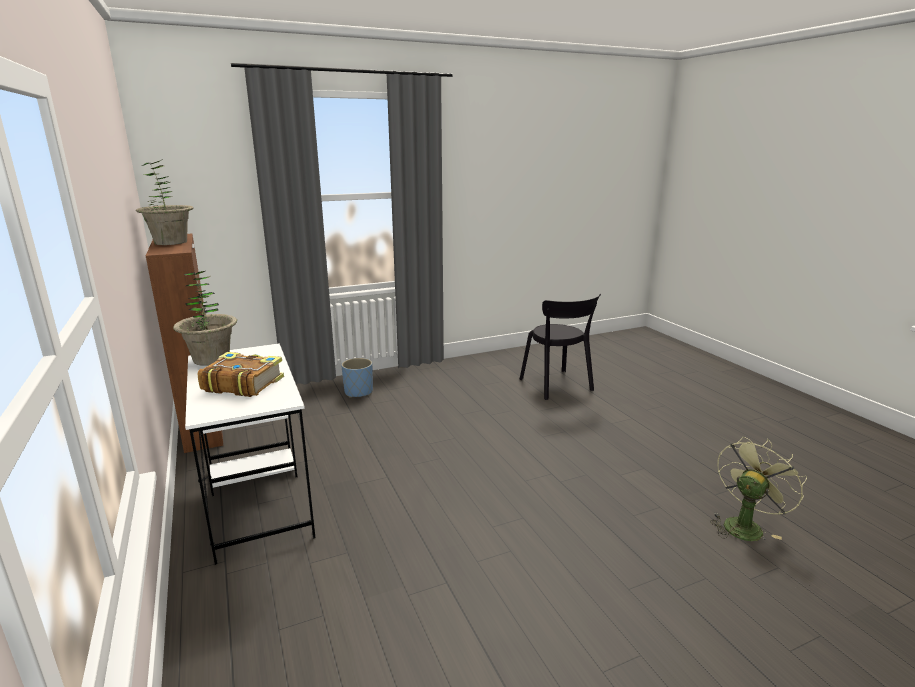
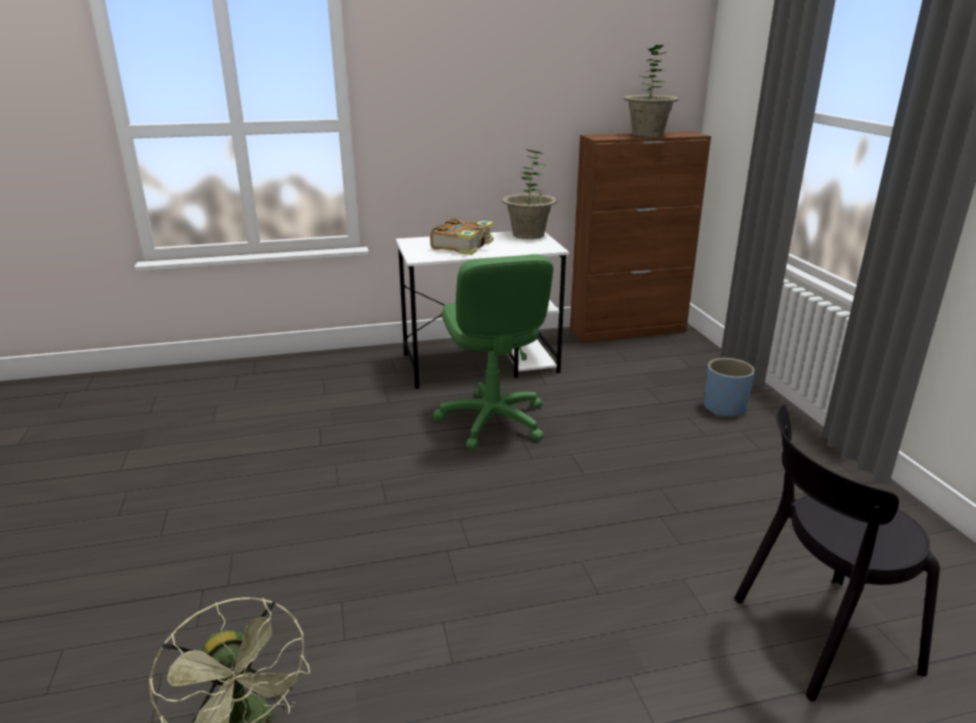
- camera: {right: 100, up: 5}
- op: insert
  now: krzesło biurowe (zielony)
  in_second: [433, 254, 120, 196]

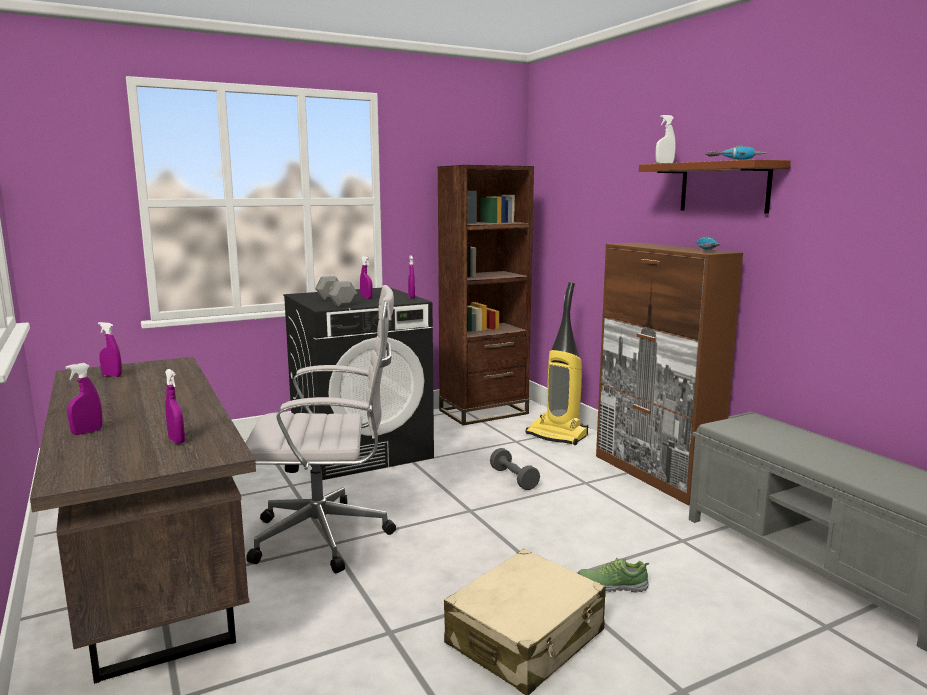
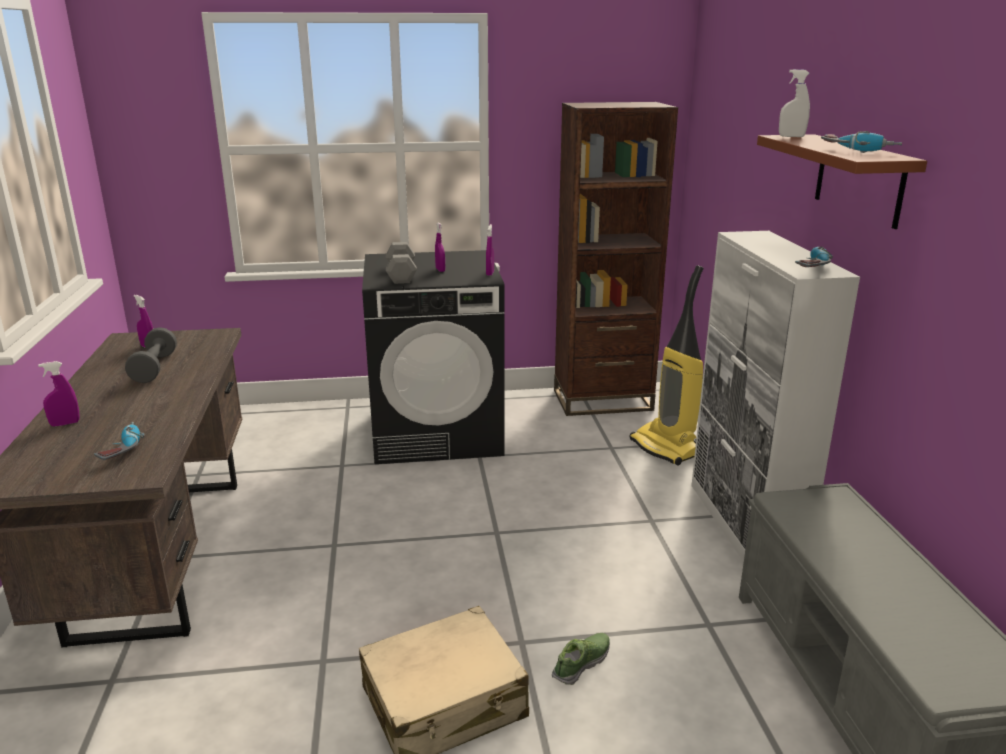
- camera: {right: 20, up: 10}
- op: replace
  was: spryskiwacz (fioletowy)
  now: wiertarka
  in_first: [165, 369, 20, 75]
  in_second: [94, 422, 50, 38]
- op: delete
  was: krzesło biurowe (biały)
  in_first: [246, 285, 150, 288]
- op: move
  was: hantel (szary)
  in_first: [490, 448, 50, 42]
  in_second: [125, 327, 52, 56]
- op: rotate
  was: but
  in_first: [578, 558, 71, 34]
  in_second: [552, 633, 58, 52]
  clockwise: 105
- op: recolor
  was: szafka (brązowy)
  now: szafka (biały)
  in_first: [596, 243, 147, 263]
  in_second: [691, 231, 169, 331]

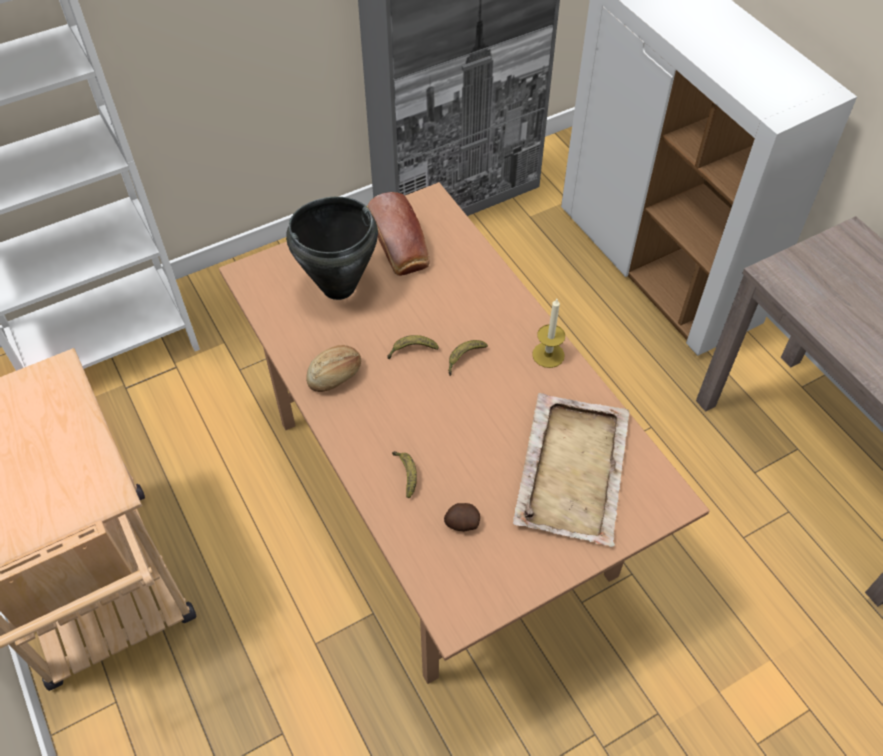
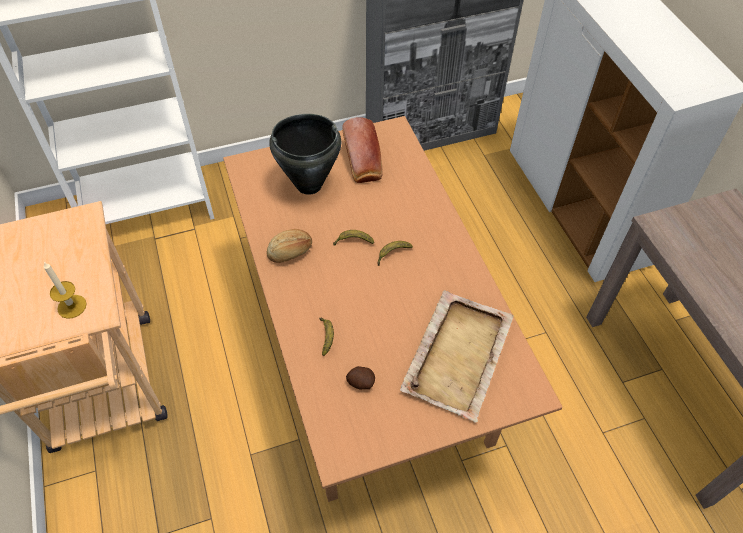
- camera: {right: 10, up: 0}
- op: move
  was: świeca
  in_first: [532, 299, 33, 69]
  in_second: [44, 262, 43, 57]

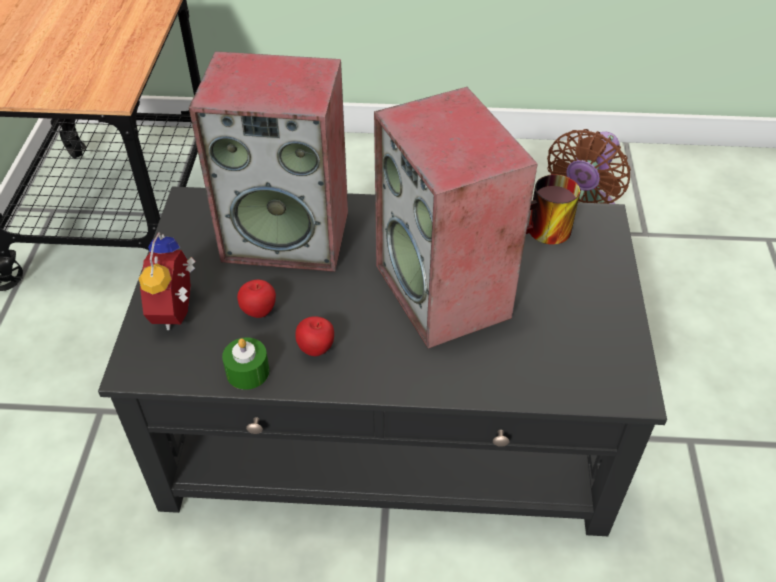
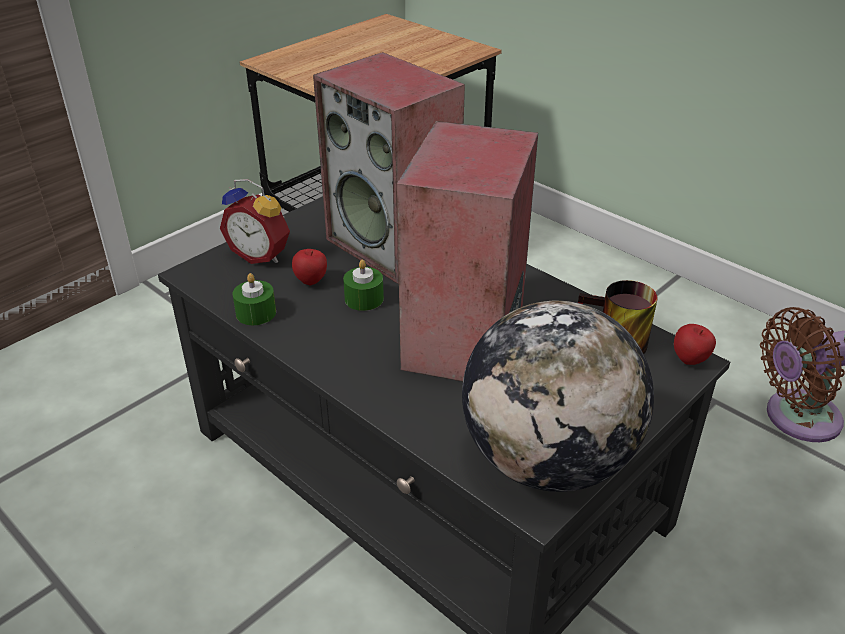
- camera: {right: 40, up: -10}
- op: rotate
  was: budzik
  in_first: [138, 232, 58, 98]
  in_second: [220, 179, 70, 85]
  clockwise: -105
- op: move
  was: jabłko
  in_first: [295, 316, 39, 41]
  in_second: [674, 324, 42, 41]
- op: insert
  now: świeca (zielony)
  in_second: [343, 260, 41, 51]
- op: insert
  now: globus
  in_second: [462, 301, 192, 191]

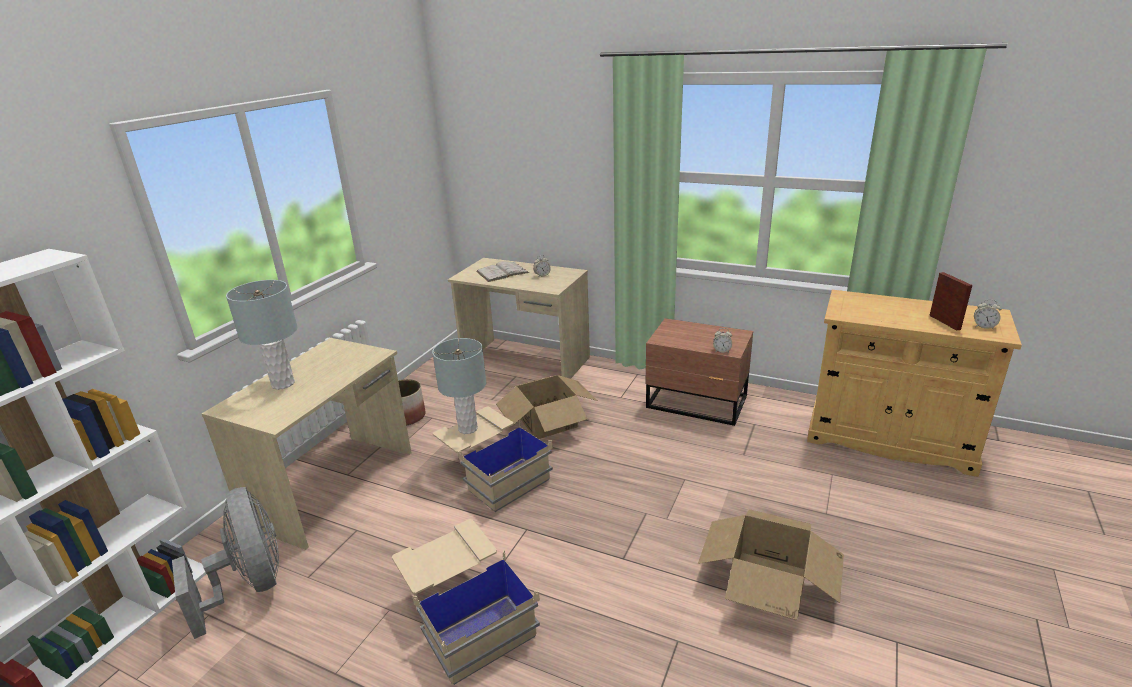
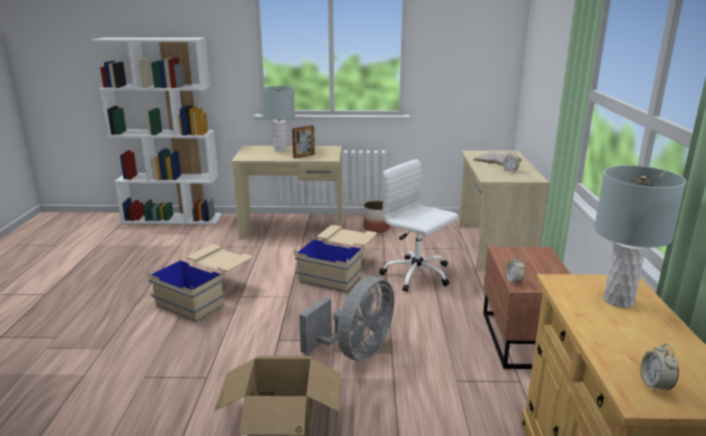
- camera: {right: 65, up: -5}
- op: move
  was: wentylator (szary)
  in_first: [172, 487, 107, 152]
  in_second: [299, 276, 95, 85]
- op: move
  was: lampa stołowa (szary)
  in_first: [432, 338, 54, 96]
  in_second: [594, 165, 92, 143]
- op: replace
  was: karton
  now: krzesło biurowe (biały)
  in_first: [496, 375, 102, 64]
  in_second: [379, 159, 80, 133]
- op: move
  was: ramka na zdjęcie
  in_first: [929, 272, 43, 59]
  in_second: [292, 125, 23, 33]

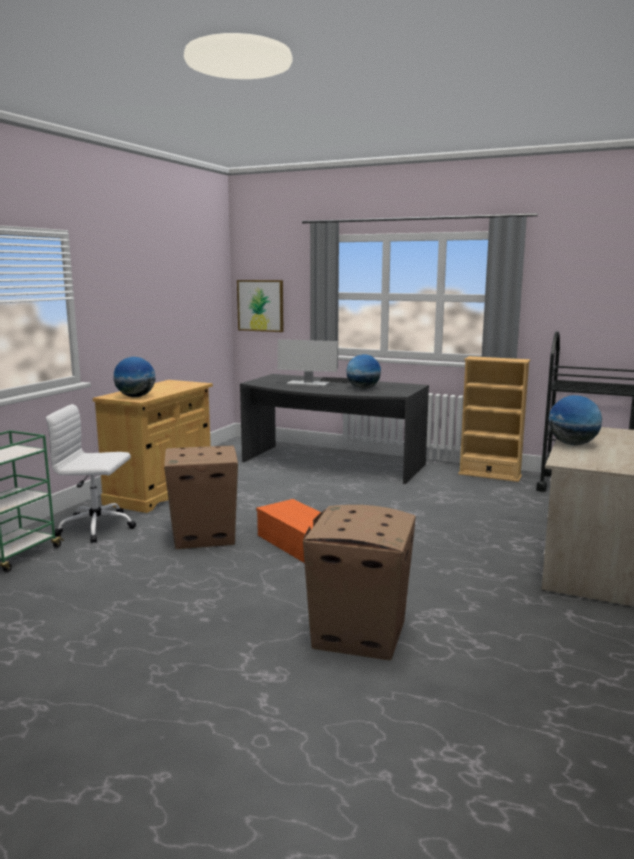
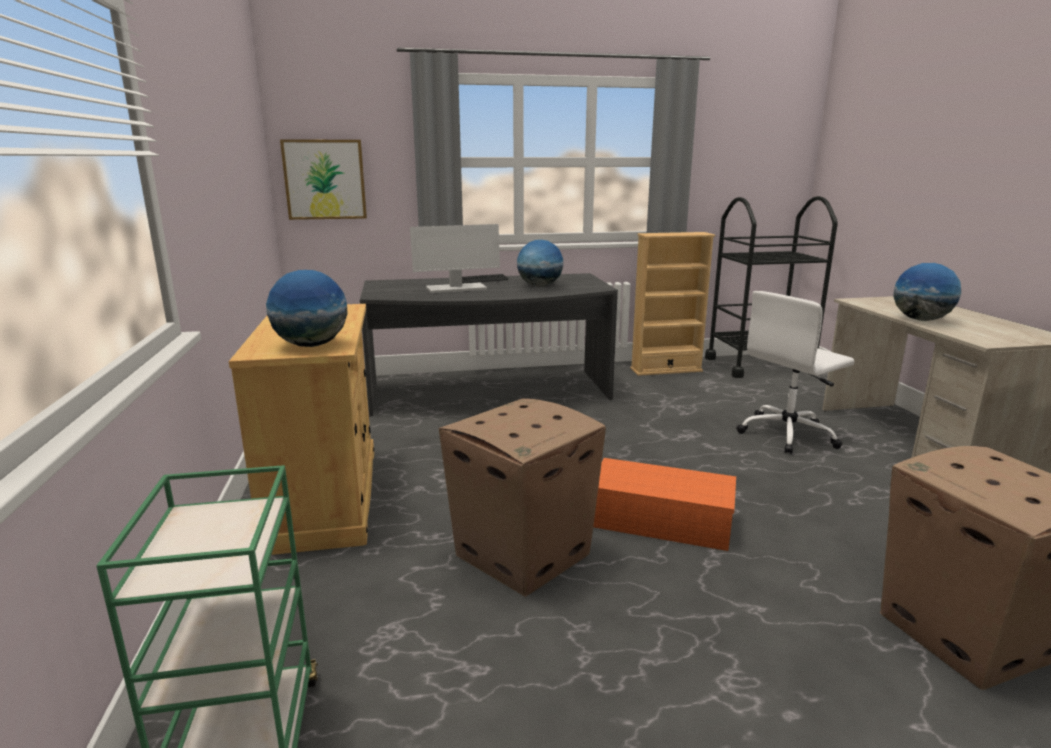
- camera: {right: -35, up: 5}
- op: move
  was: krzesło biurowe (biały)
  in_first: [46, 404, 90, 139]
  in_second: [736, 291, 119, 163]

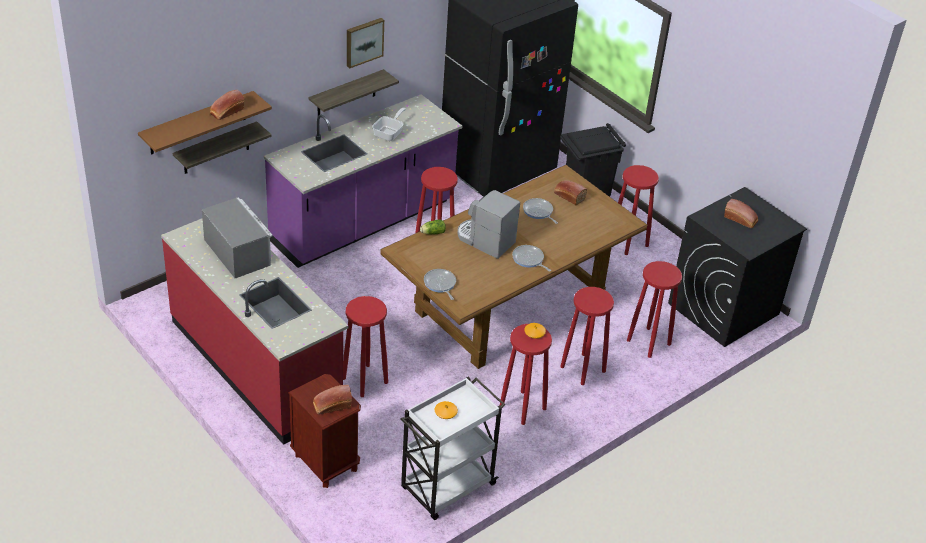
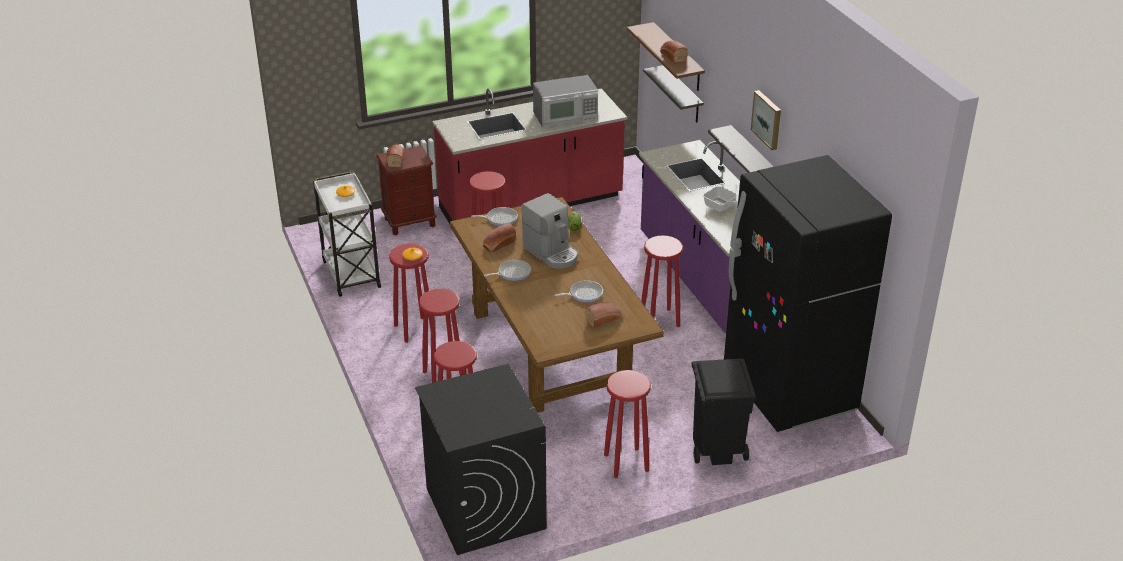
- camera: {right: 110, up: -5}
- op: rotate
  was: ekspres do kawy
  in_first: [458, 190, 62, 69]
  in_second: [522, 193, 56, 76]
  clockwise: 90
- op: move
  was: chleb
  in_first: [724, 199, 34, 29]
  in_second: [483, 223, 33, 29]

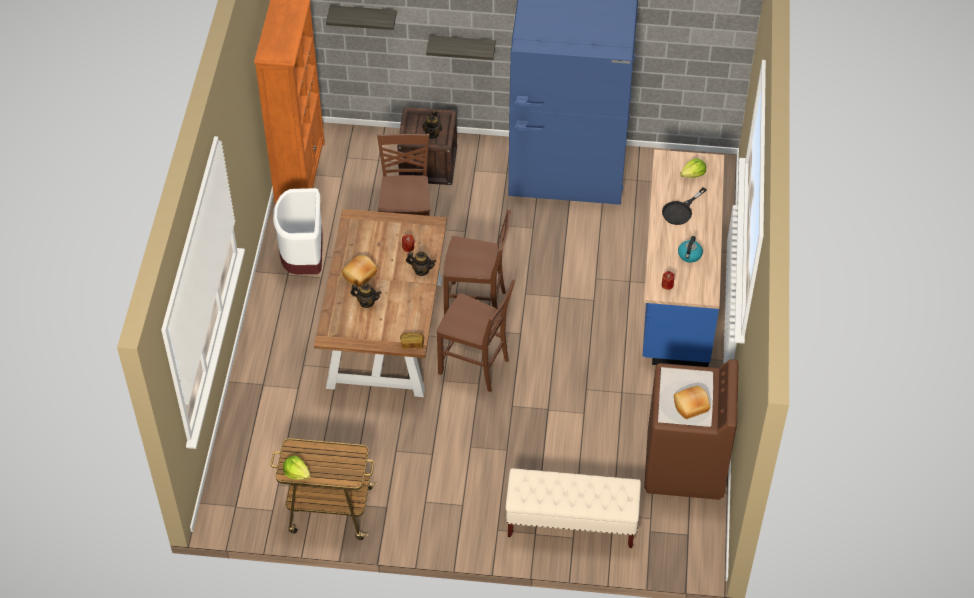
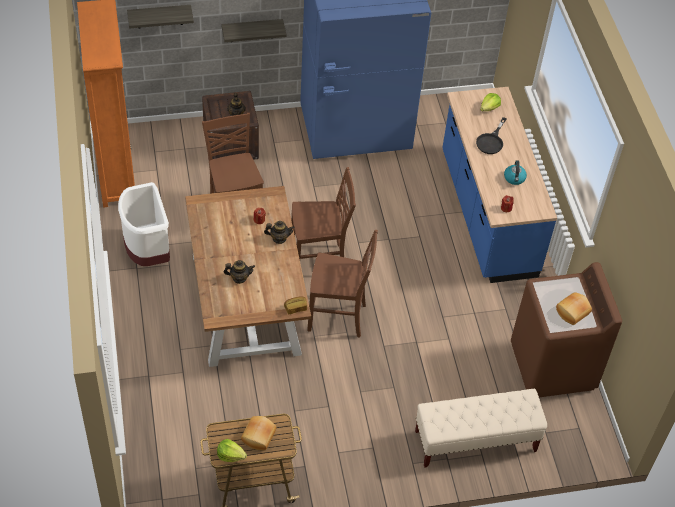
- camera: {right: -20, up: 0}
- op: move
  was: chleb
  in_first: [342, 255, 35, 32]
  in_second: [241, 416, 36, 35]

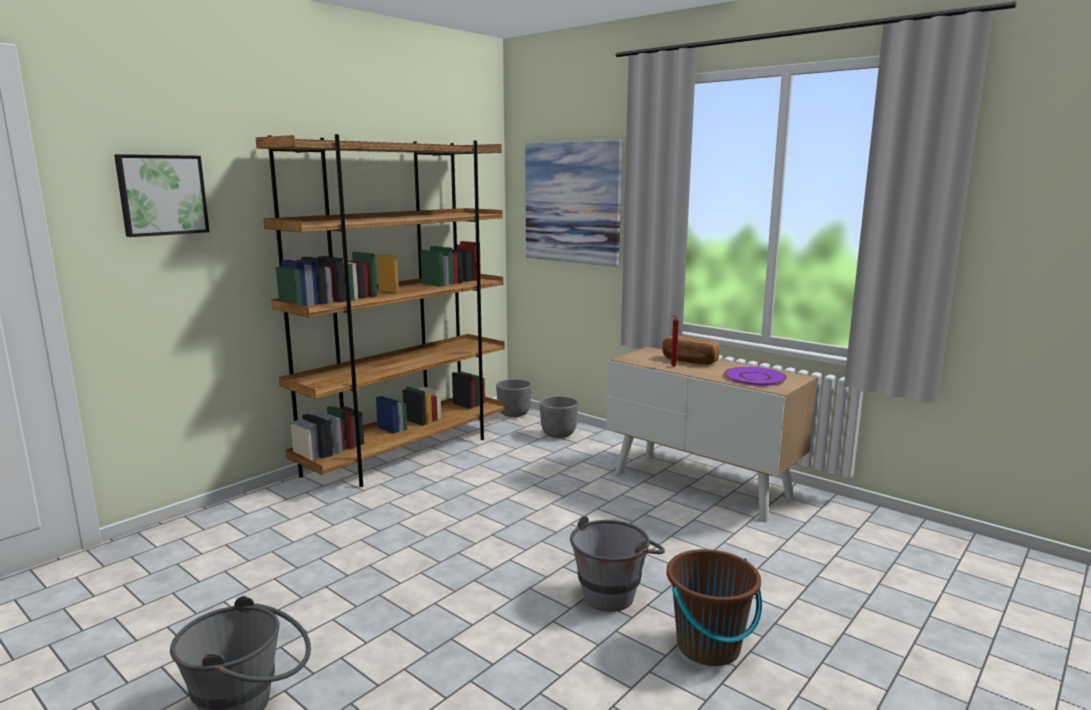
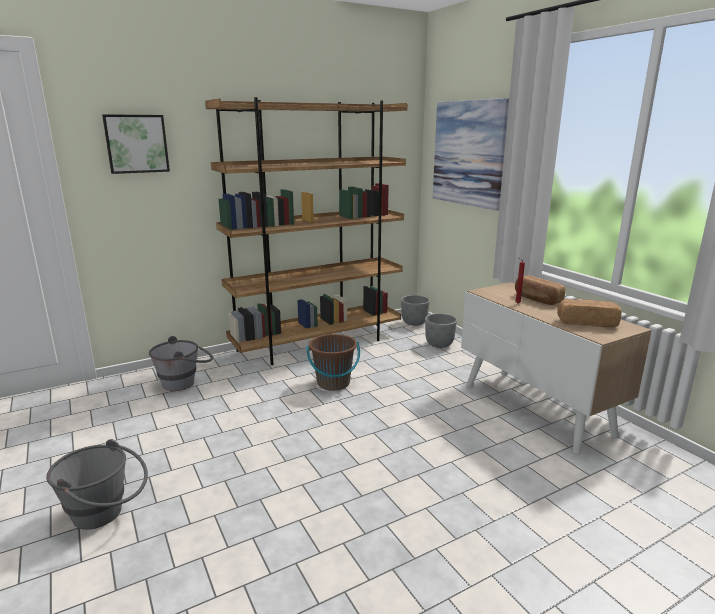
- camera: {right: 20, up: 5}
- op: move
  was: wiadro (szary)
  in_first: [570, 516, 95, 96]
  in_second: [149, 336, 64, 55]
- op: move
  was: wiadro (brązowy)
  in_first: [667, 549, 95, 117]
  in_second: [306, 334, 54, 57]
- op: replace
  was: talerz (fioletowy)
  now: chleb
  in_first: [724, 367, 63, 19]
  in_second: [557, 299, 64, 29]

